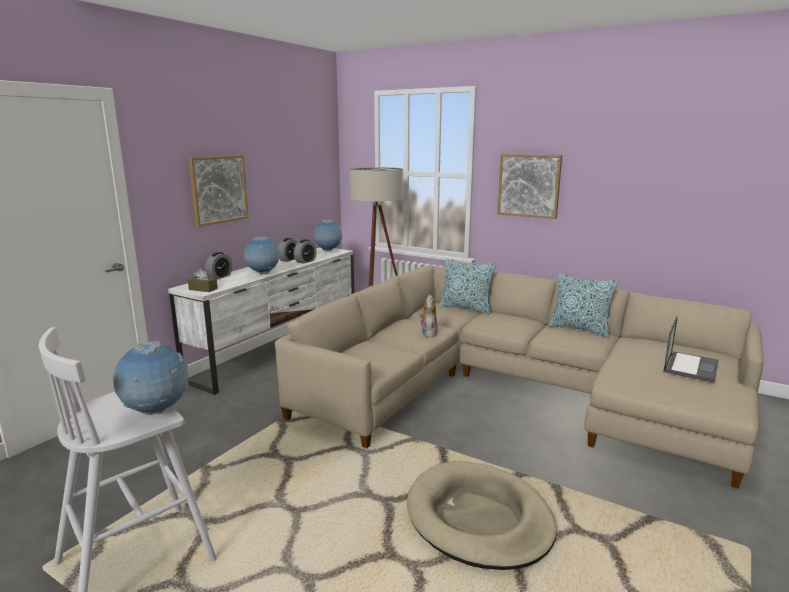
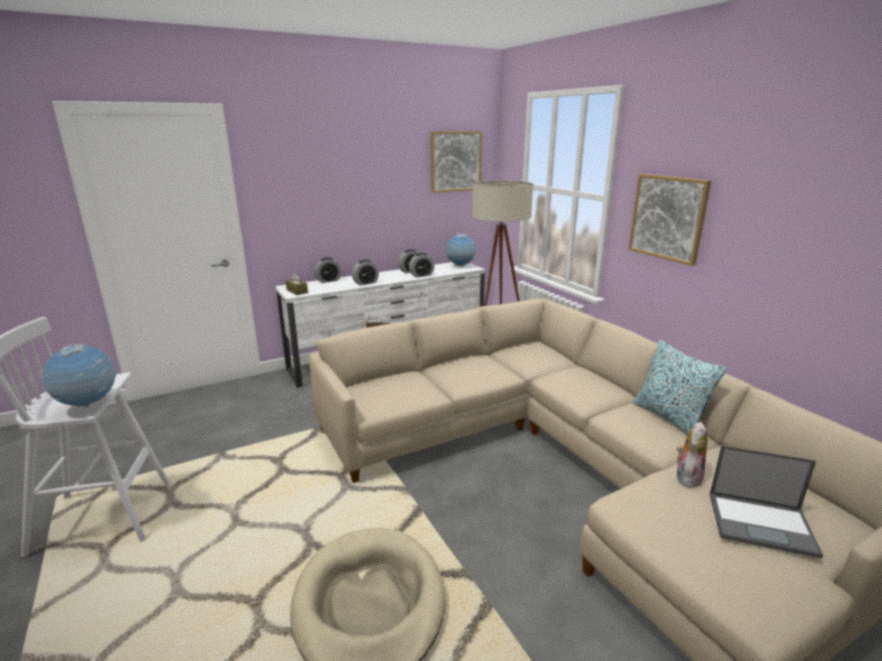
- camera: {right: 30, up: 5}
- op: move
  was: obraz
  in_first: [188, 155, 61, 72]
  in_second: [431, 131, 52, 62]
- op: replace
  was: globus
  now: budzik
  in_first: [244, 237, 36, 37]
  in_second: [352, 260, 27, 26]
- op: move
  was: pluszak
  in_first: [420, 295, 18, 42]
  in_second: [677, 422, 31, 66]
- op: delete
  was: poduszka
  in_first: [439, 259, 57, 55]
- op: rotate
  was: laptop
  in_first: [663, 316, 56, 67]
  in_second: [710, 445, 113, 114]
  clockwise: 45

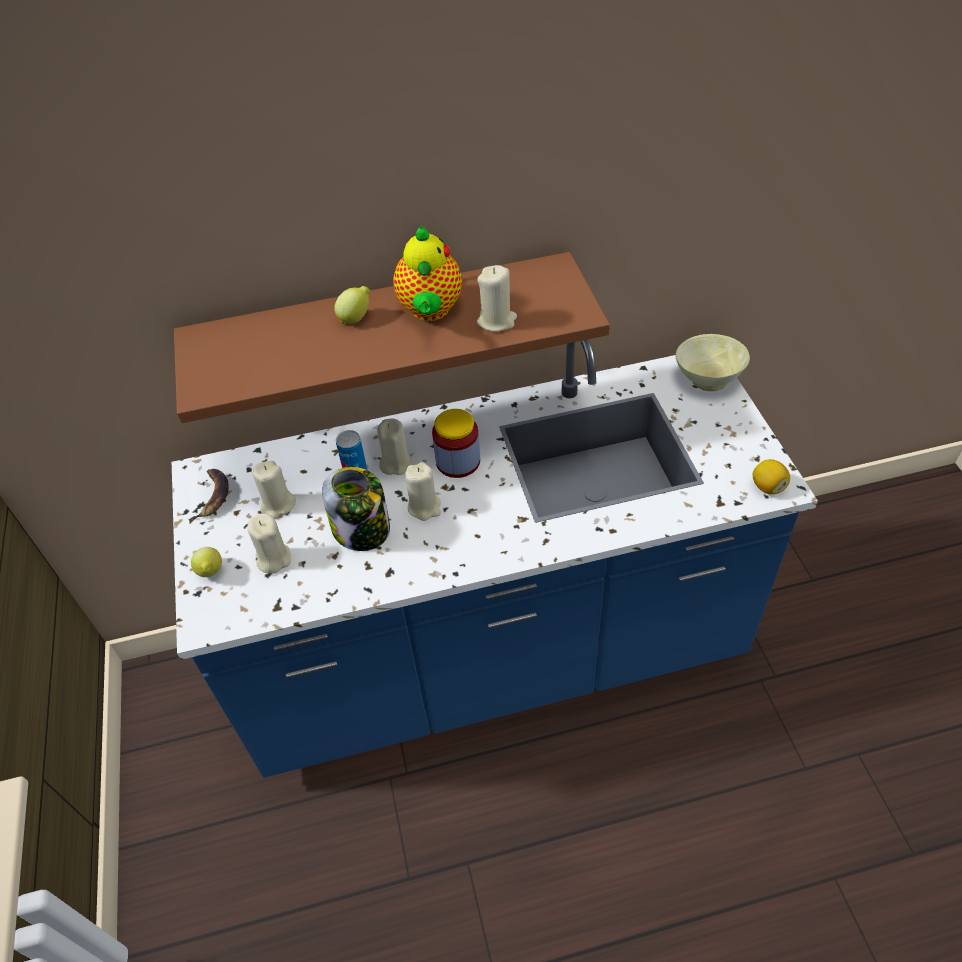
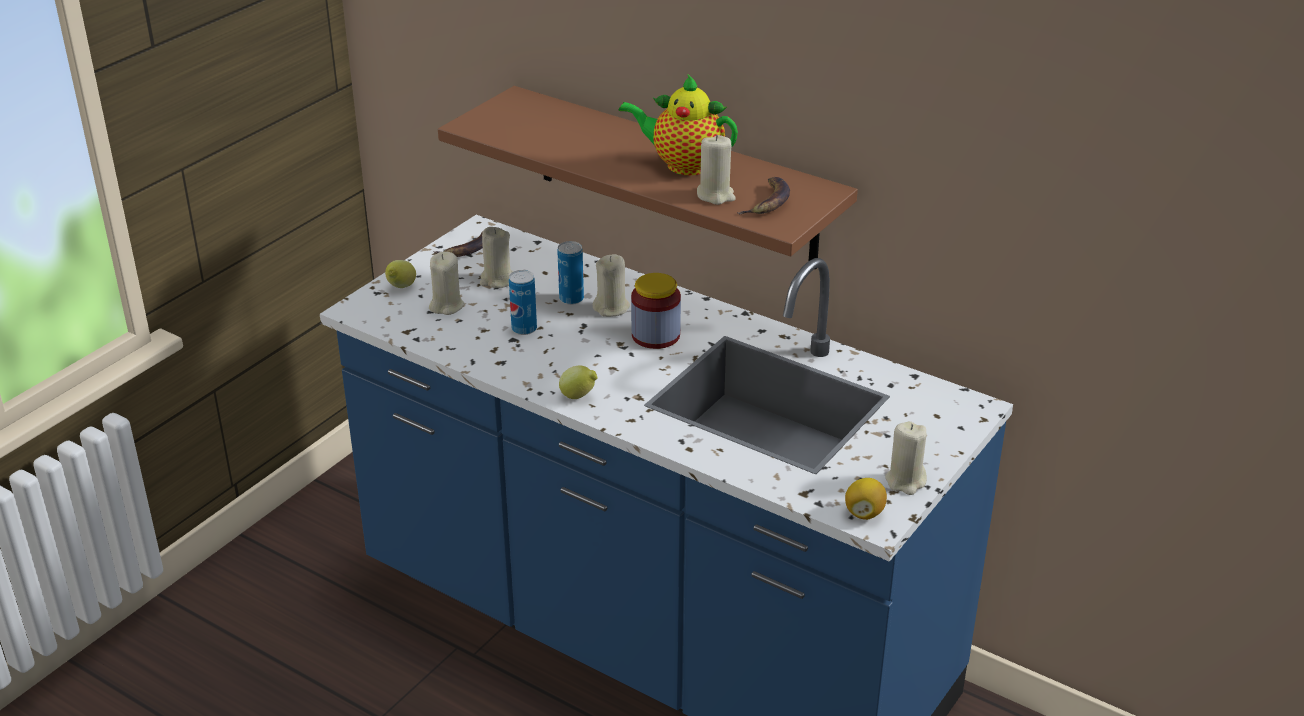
- camera: {right: 45, up: -15}
- op: replace
  was: słoik
  now: puszka
  in_first: [322, 467, 68, 84]
  in_second: [509, 270, 28, 65]
- op: move
  was: cytryna
  in_first: [334, 286, 36, 38]
  in_second: [559, 365, 39, 34]
- op: rotate
  was: imbryk
  in_first: [393, 226, 69, 95]
  in_second: [619, 74, 119, 101]
  clockwise: 60
- op: move
  was: świeca (beżowy)
  in_first: [405, 462, 36, 59]
  in_second: [885, 421, 42, 74]
- op: delete
  was: miska (beżowy)
  in_first: [675, 334, 75, 57]
- op: insert
  now: banan
  in_second: [737, 177, 53, 37]

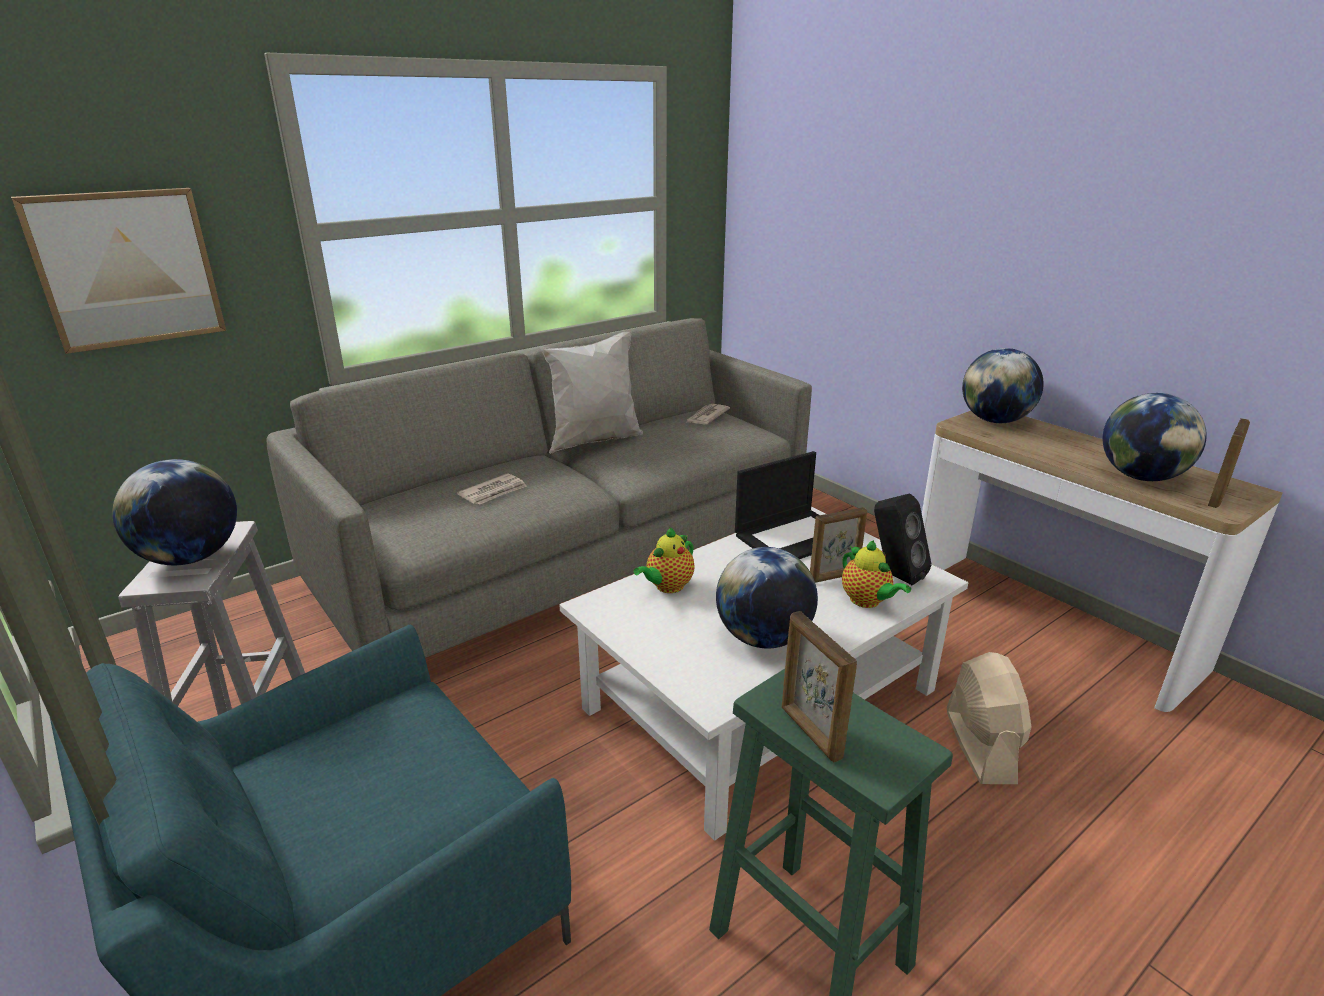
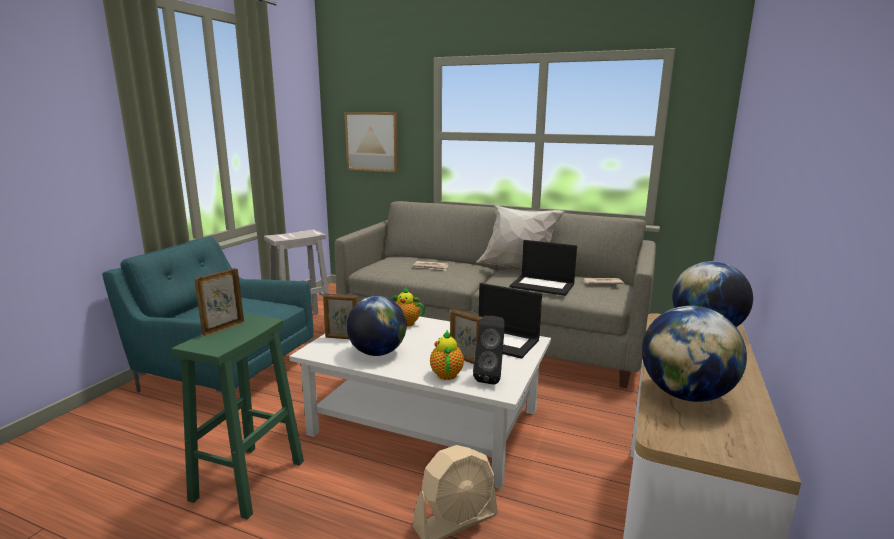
- camera: {right: 60, up: -10}
- op: delete
  was: globus
  in_first: [112, 459, 125, 106]
- op: rotate
  was: imbryk
  in_first: [842, 540, 69, 68]
  in_second: [430, 330, 34, 50]
  clockwise: 150
- op: move
  was: ramka na zdjęcie
  in_first: [1208, 418, 42, 90]
  in_second: [323, 293, 35, 46]
- op: insert
  now: laptop
  in_second: [510, 240, 67, 56]

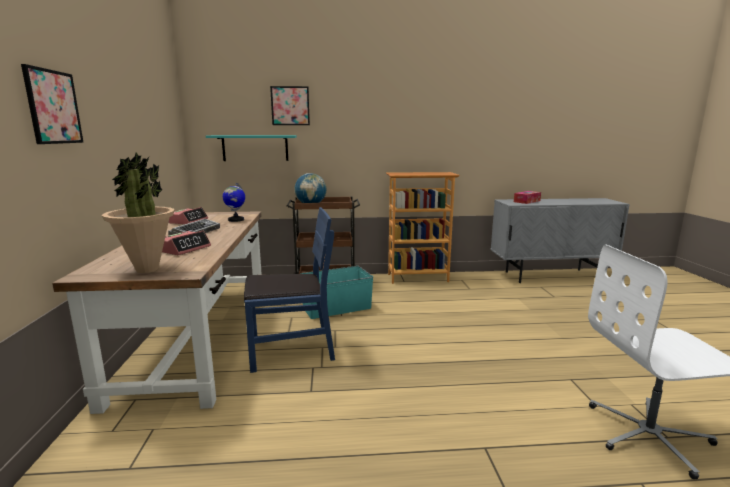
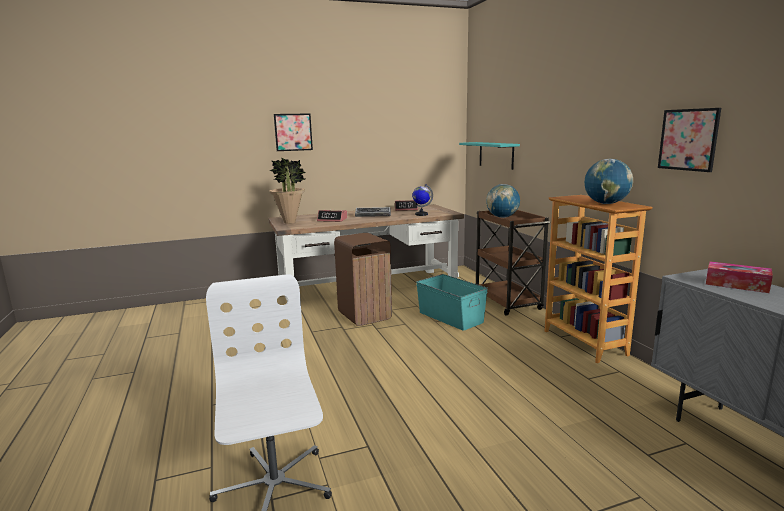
- camera: {right: 75, up: 0}
- op: replace
  was: krzesło (niebieski)
  now: kosz na śmieci (brązowy)
  in_first: [244, 207, 91, 166]
  in_second: [334, 233, 58, 93]
- op: move
  was: obraz
  in_first: [270, 86, 40, 39]
  in_second: [658, 108, 63, 64]
- op: insert
  now: globus
  in_second: [584, 159, 49, 45]

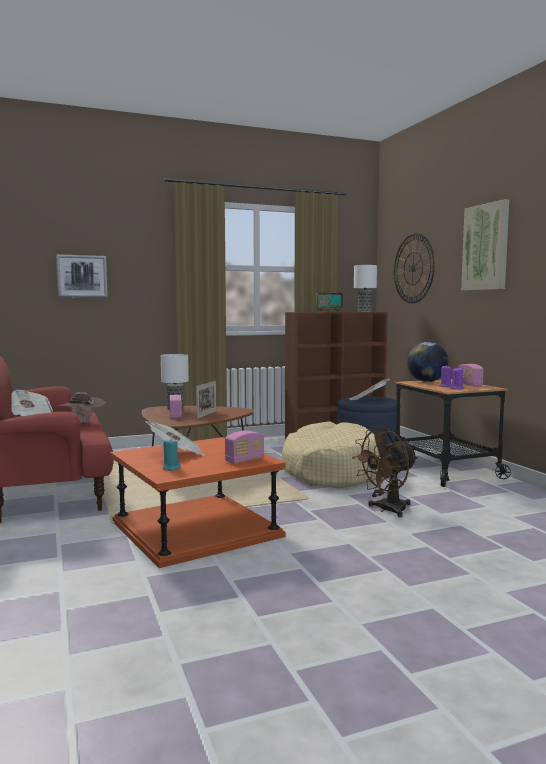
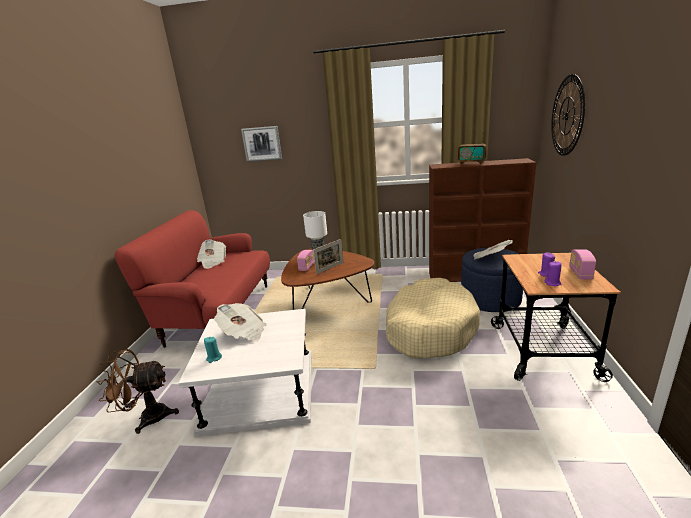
- camera: {right: 30, up: 15}
- op: delete
  was: kapelusz (brązowy)
  in_first: [56, 392, 49, 30]
- op: recolor
  was: stolik (pomarańczowy)
  now: stolik (biały)
  in_first: [110, 437, 176, 131]
  in_second: [178, 309, 134, 128]
- op: delete
  was: radio
  in_first: [225, 430, 39, 34]
- op: move
  was: wentylator (brązowy)
  in_first: [352, 428, 66, 90]
  in_second: [96, 349, 83, 85]
- op: delete
  was: lampa stołowa
  in_first: [354, 265, 23, 47]
- op: delete
  was: globus
  in_first: [407, 342, 41, 40]
- op: delete
  was: obraz
  in_first: [461, 199, 48, 92]

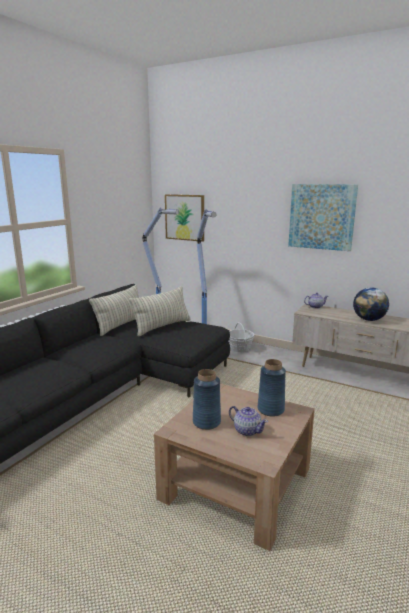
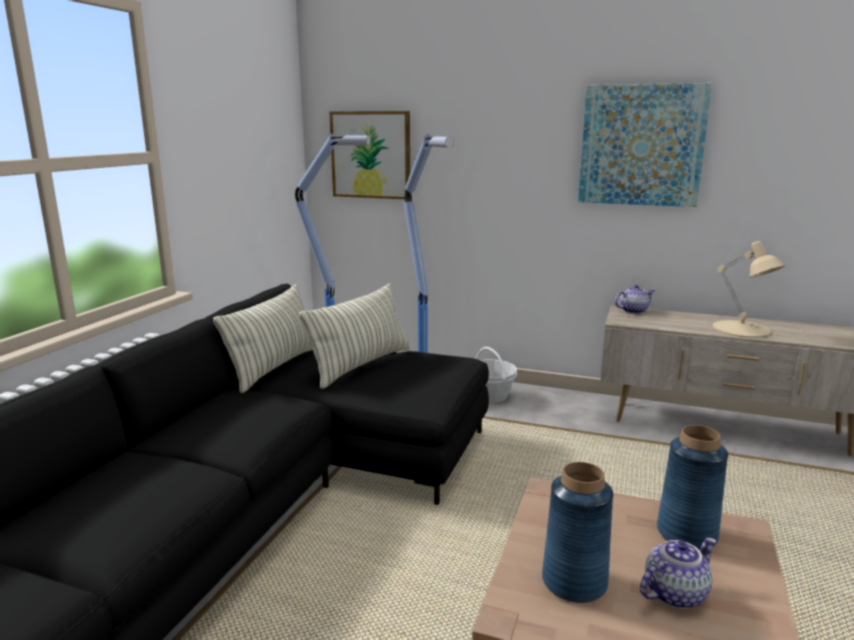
- camera: {right: -10, up: 0}
- op: rotate
  was: imbryk
  in_first: [229, 406, 39, 30]
  in_second: [640, 537, 76, 71]
  clockwise: -60
- op: replace
  was: globus
  now: lampa stołowa (beżowy)
  in_first: [353, 288, 36, 33]
  in_second: [713, 241, 72, 97]

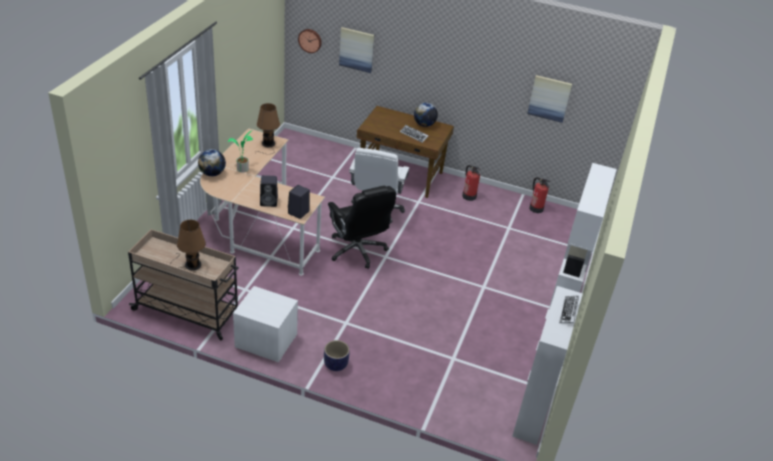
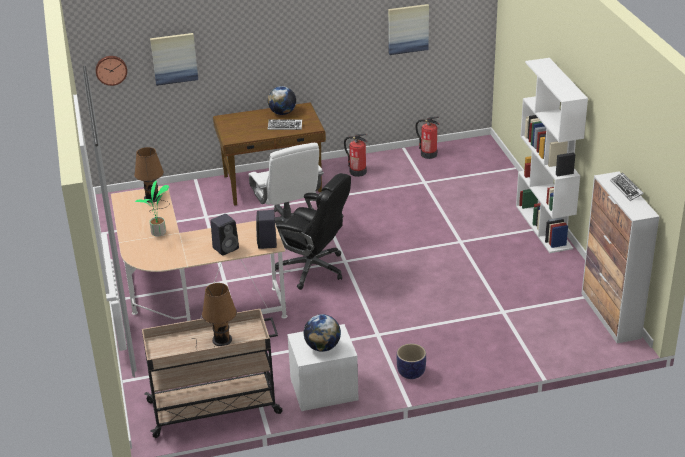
- camera: {right: -30, up: -5}
- op: move
  was: globus
  in_first: [198, 149, 28, 27]
  in_second: [304, 314, 37, 38]

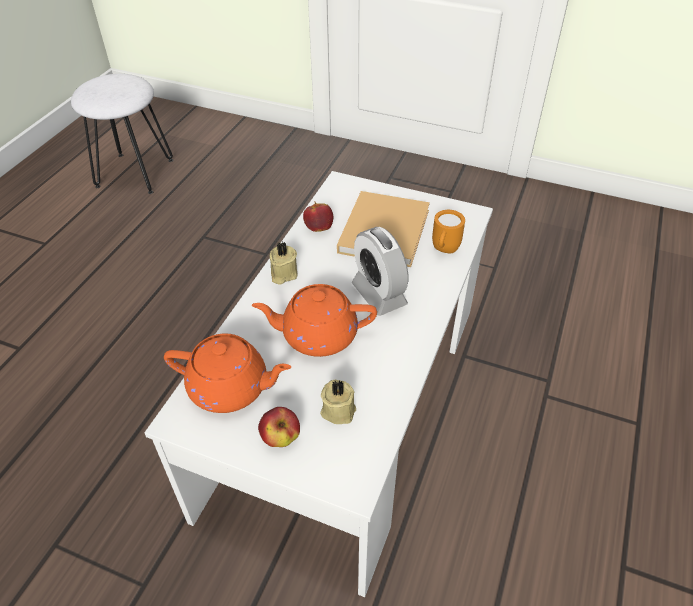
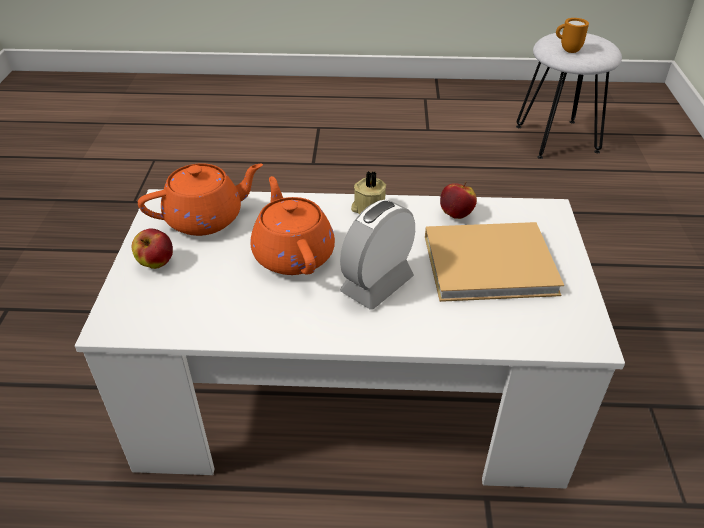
- camera: {right: 70, up: -5}
- op: rotate
  was: imbryk (pomarańczowy)
  in_first: [164, 333, 127, 80]
  in_second: [138, 163, 125, 73]
  clockwise: -105
- op: delete
  was: świeca (beżowy)
  in_first: [320, 380, 36, 44]
- op: move
  was: kubek (pomarańczowy)
  in_first: [432, 210, 33, 43]
  in_second: [556, 18, 33, 35]

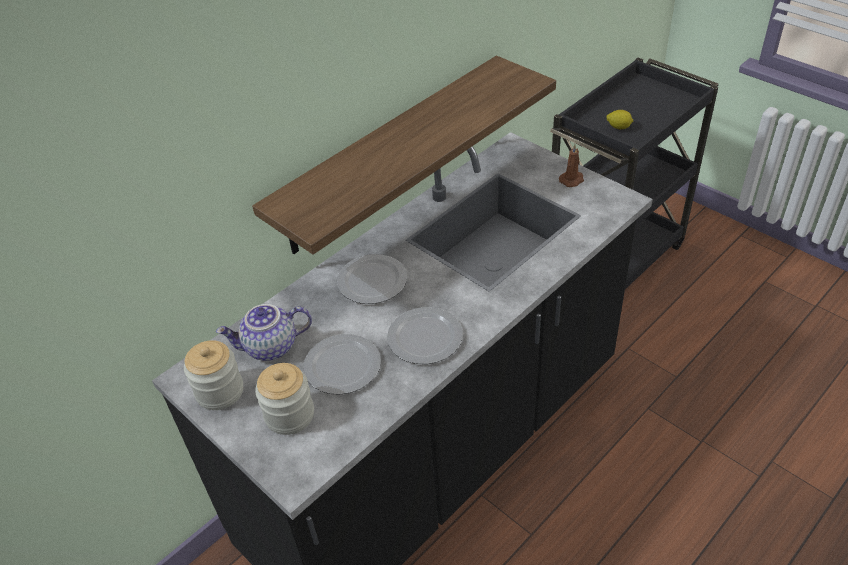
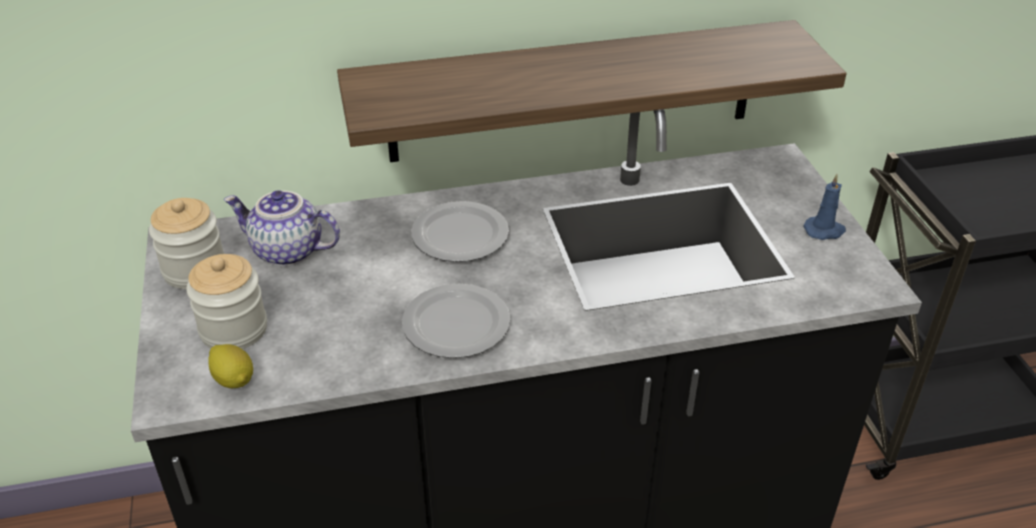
- camera: {right: 30, up: -5}
- op: delete
  was: talerz
  in_first: [303, 334, 78, 61]
- op: recolor
  was: świeca (brązowy)
  now: świeca (niebieski)
  in_first: [559, 144, 25, 43]
  in_second: [803, 174, 43, 66]
- op: move
  was: cytryna
  in_first: [607, 110, 26, 19]
  in_second: [208, 344, 45, 44]

